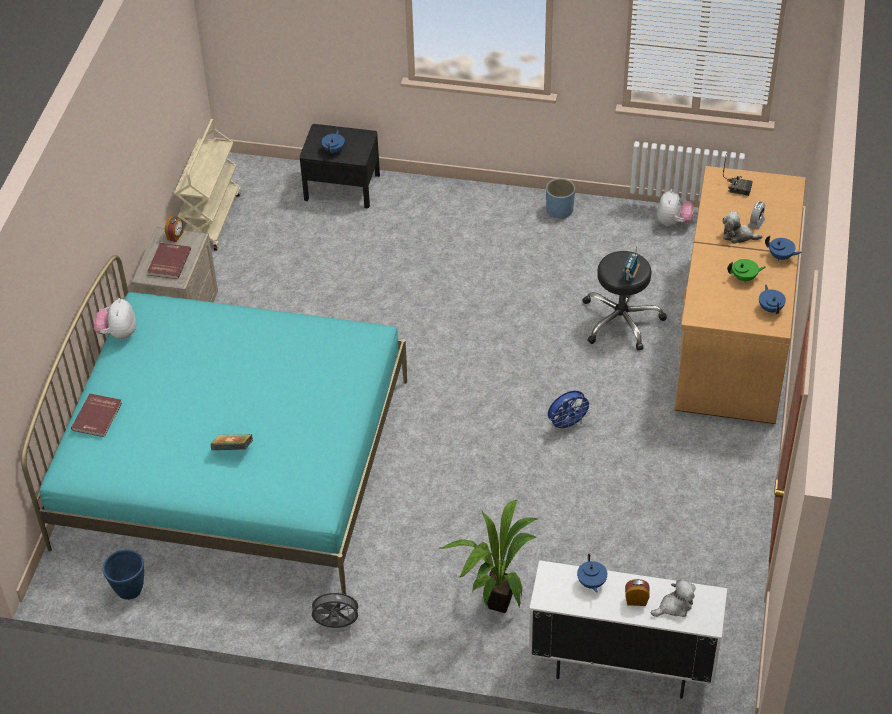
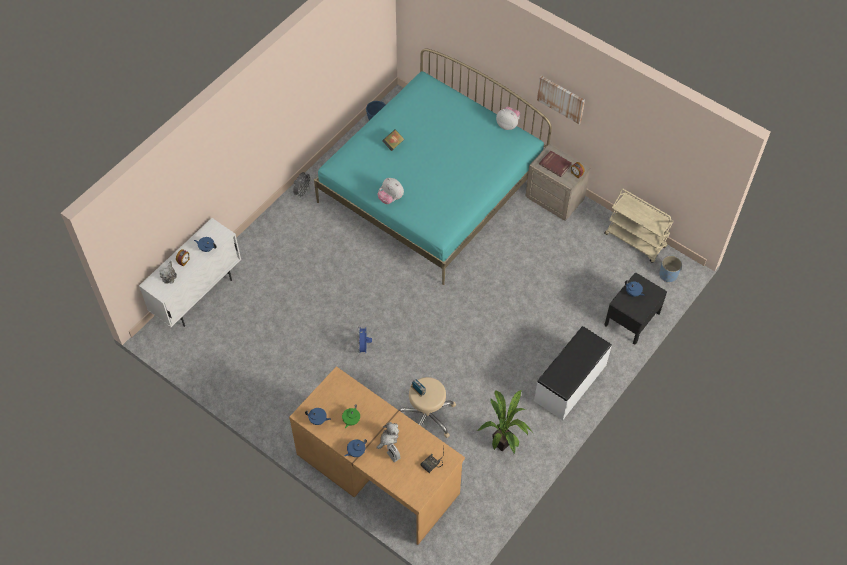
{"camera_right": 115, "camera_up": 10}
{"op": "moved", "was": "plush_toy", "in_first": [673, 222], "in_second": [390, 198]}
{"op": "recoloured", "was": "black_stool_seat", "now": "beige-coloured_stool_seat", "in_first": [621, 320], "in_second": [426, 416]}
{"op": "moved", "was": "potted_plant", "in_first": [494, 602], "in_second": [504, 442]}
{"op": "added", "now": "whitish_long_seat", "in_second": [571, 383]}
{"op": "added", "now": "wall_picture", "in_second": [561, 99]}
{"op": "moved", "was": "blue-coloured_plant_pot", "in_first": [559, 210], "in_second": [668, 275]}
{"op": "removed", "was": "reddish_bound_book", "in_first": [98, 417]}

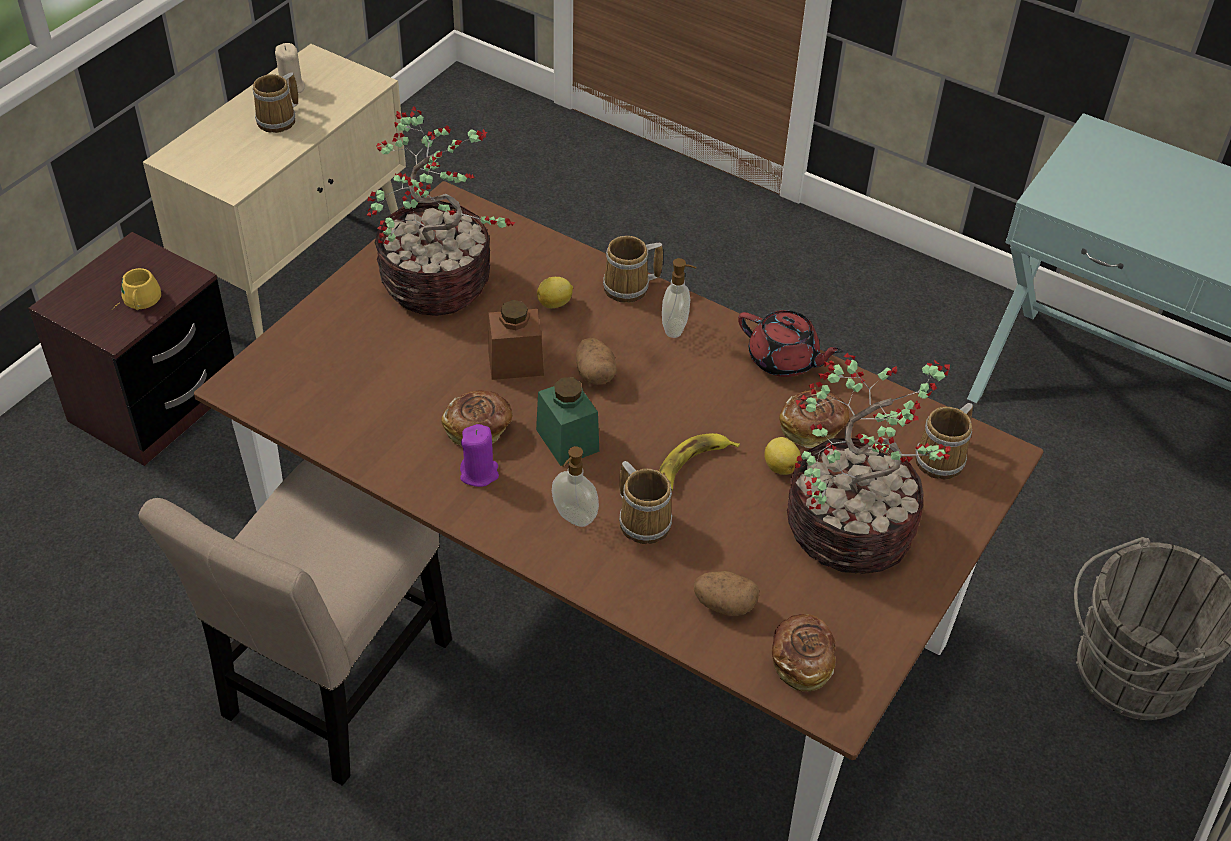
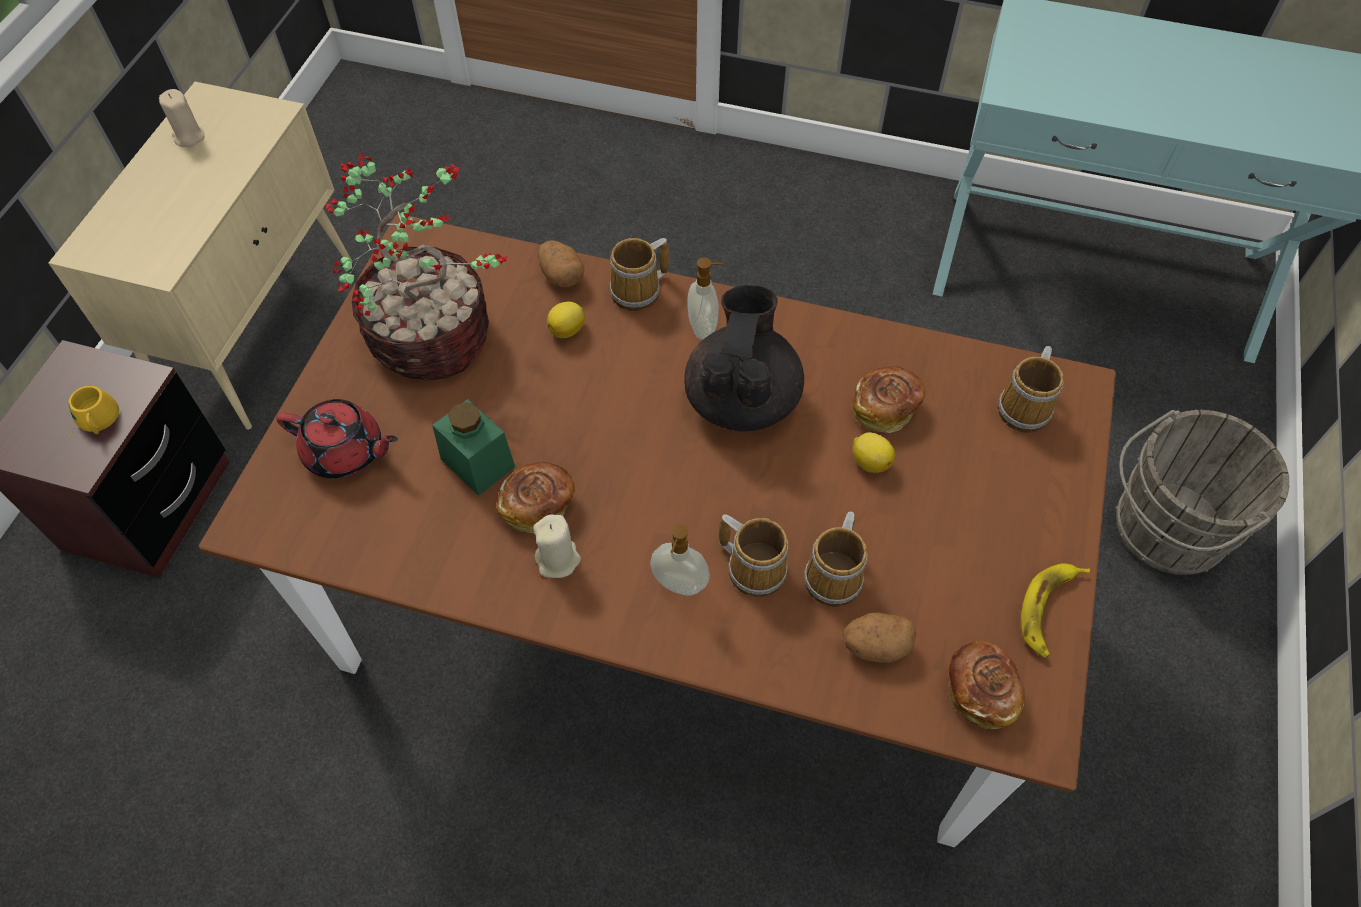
{"camera_right": -15, "camera_up": 10}
{"op": "moved", "was": "reddish_pot_for_tea", "in_first": [784, 360], "in_second": [346, 452]}
{"op": "moved", "was": "green-coloured_preserve_jar", "in_first": [567, 440], "in_second": [478, 463]}
{"op": "recoloured", "was": "purple_candle", "now": "beige-coloured_candle", "in_first": [479, 473], "in_second": [558, 560]}
{"op": "moved", "was": "spud", "in_first": [595, 374], "in_second": [562, 276]}
{"op": "added", "now": "black_pot_for_tea", "in_second": [742, 399]}
{"op": "moved", "was": "coffee_mug", "in_first": [279, 120], "in_second": [836, 577]}
{"op": "moved", "was": "banana", "in_first": [693, 465], "in_second": [1049, 610]}
{"op": "removed", "was": "beige-coloured_upright_chair", "in_first": [332, 689]}
{"op": "removed", "was": "brown_preserve_jar", "in_first": [515, 363]}
{"op": "removed", "was": "potted_plant", "in_first": [852, 529]}

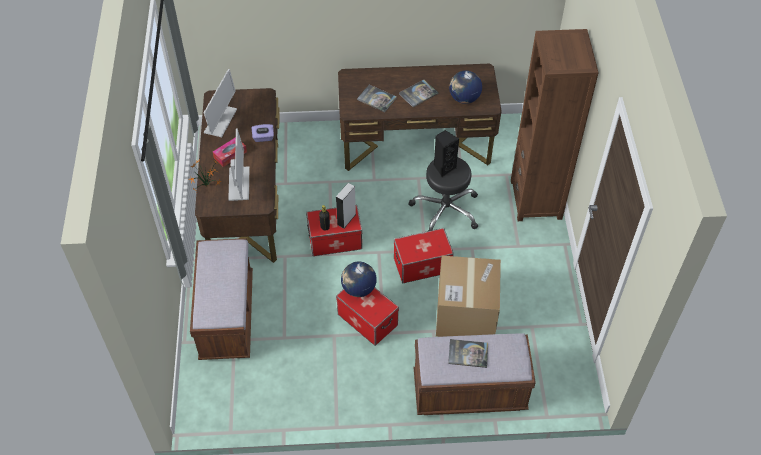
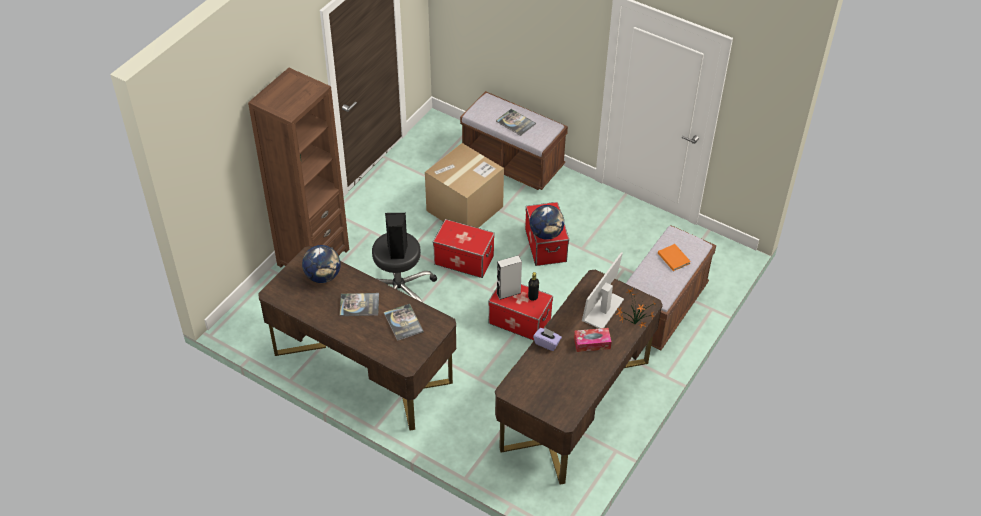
{"camera_right": -145, "camera_up": -5}
{"op": "added", "now": "orangey_bound_book", "in_second": [673, 257]}
{"op": "removed", "was": "computer_screen", "in_first": [220, 121]}

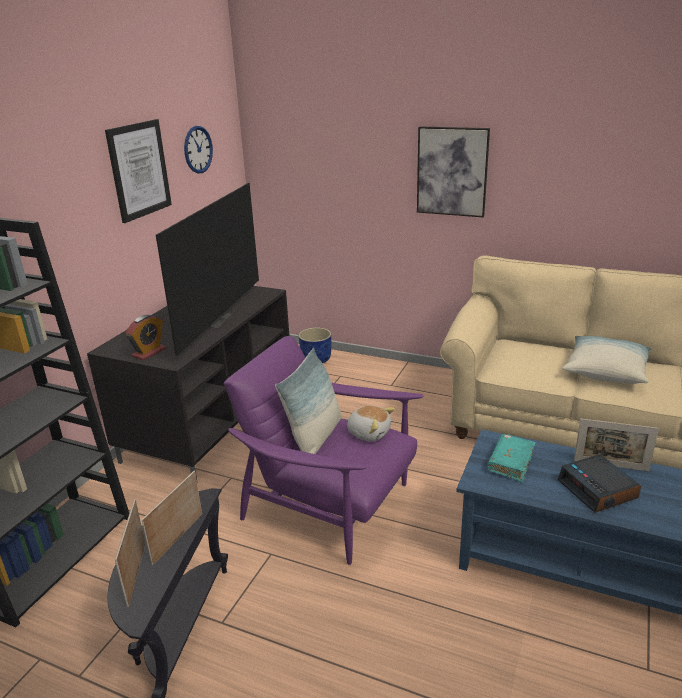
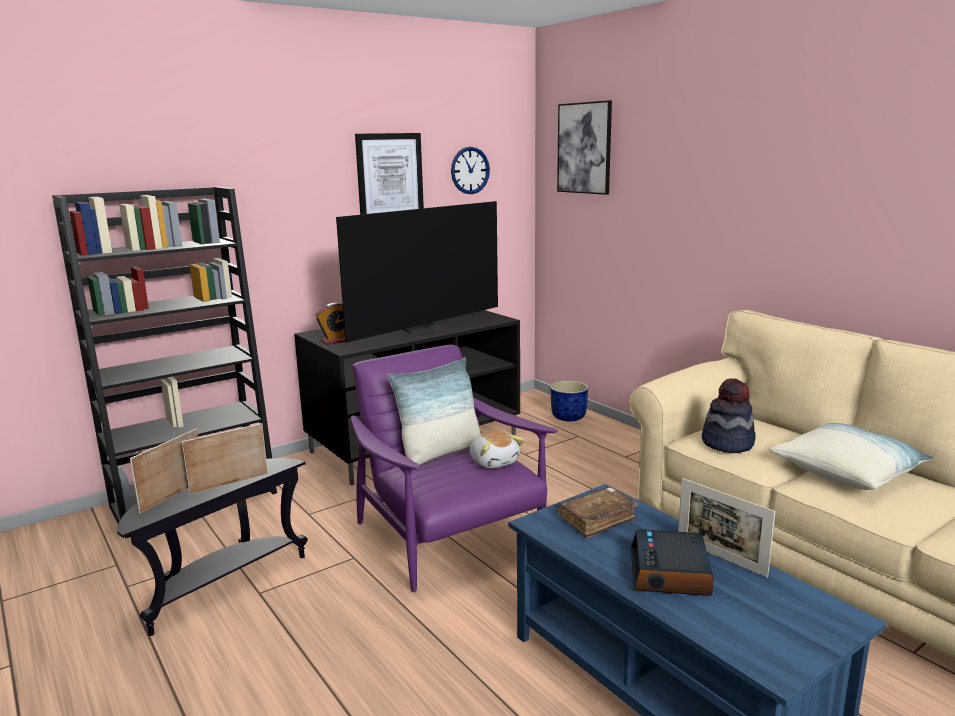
{"camera_right": 30, "camera_up": -10}
{"op": "moved", "was": "wall_picture", "in_first": [452, 171], "in_second": [584, 148]}
{"op": "recoloured", "was": "turquoise_bound_book", "now": "brown_bound_book", "in_first": [510, 463], "in_second": [597, 519]}
{"op": "added", "now": "clothing_hat", "in_second": [727, 443]}

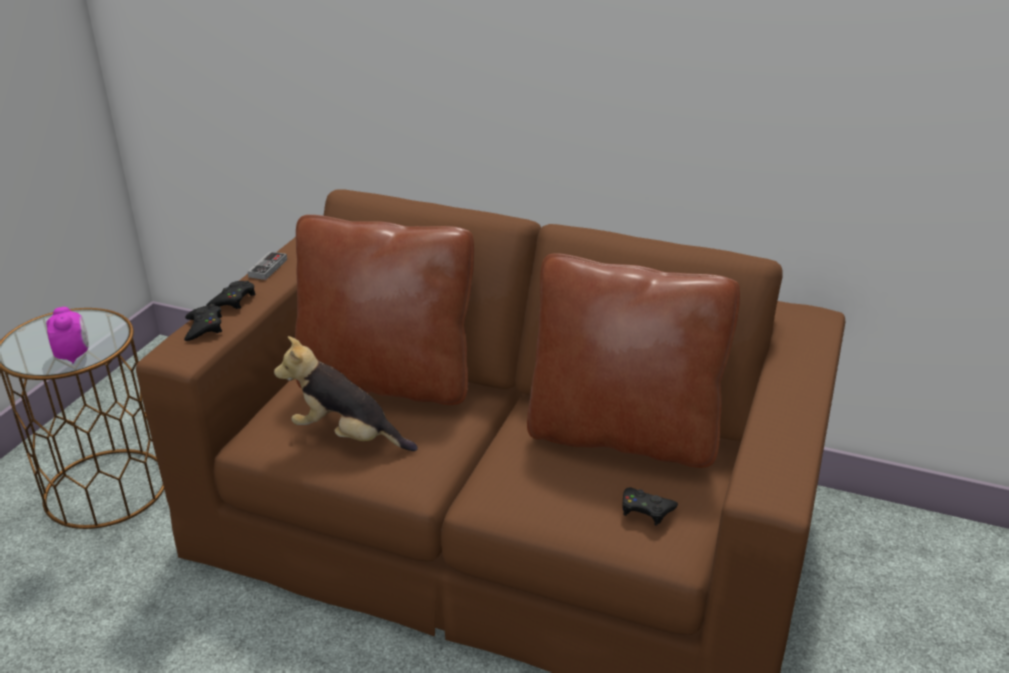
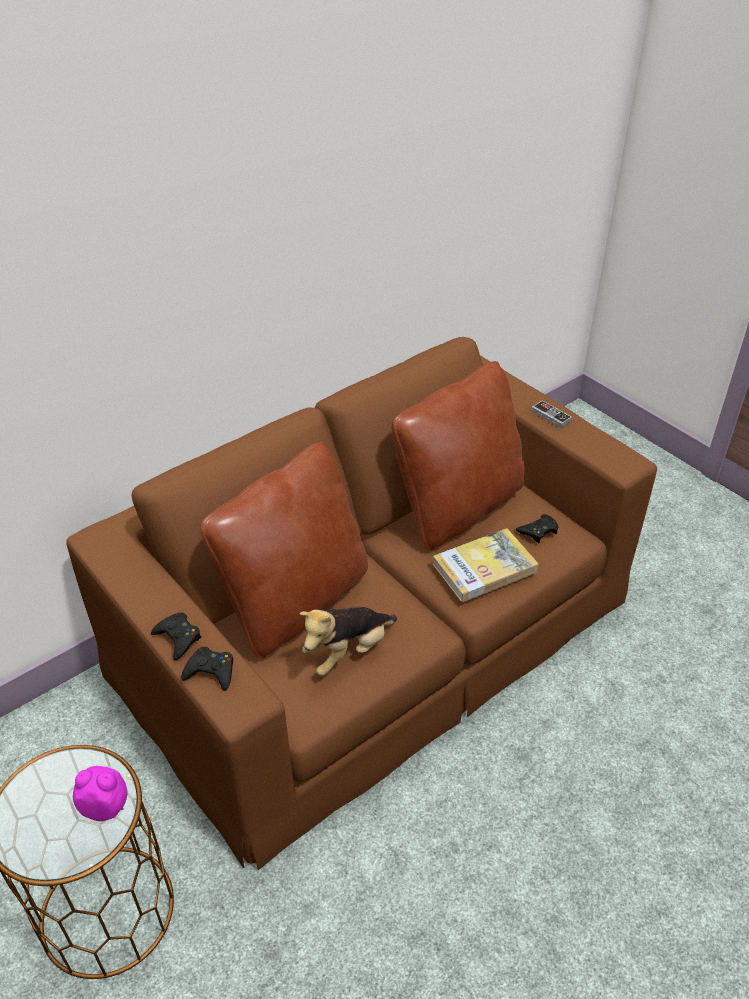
{"camera_right": -60, "camera_up": 10}
{"op": "added", "now": "bound_book", "in_second": [484, 568]}
{"op": "moved", "was": "game_controller", "in_first": [268, 268], "in_second": [551, 416]}

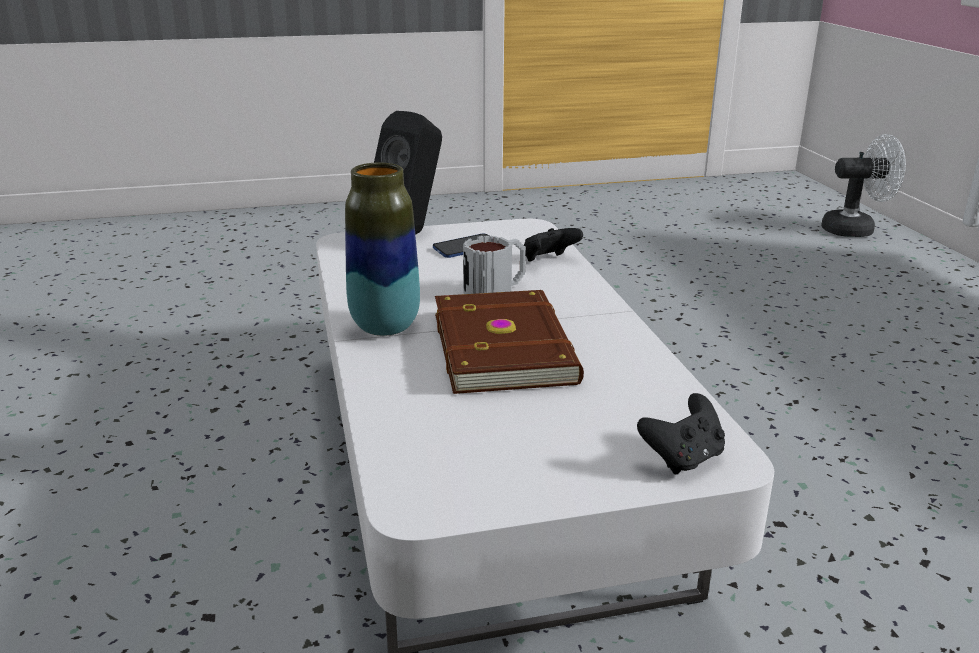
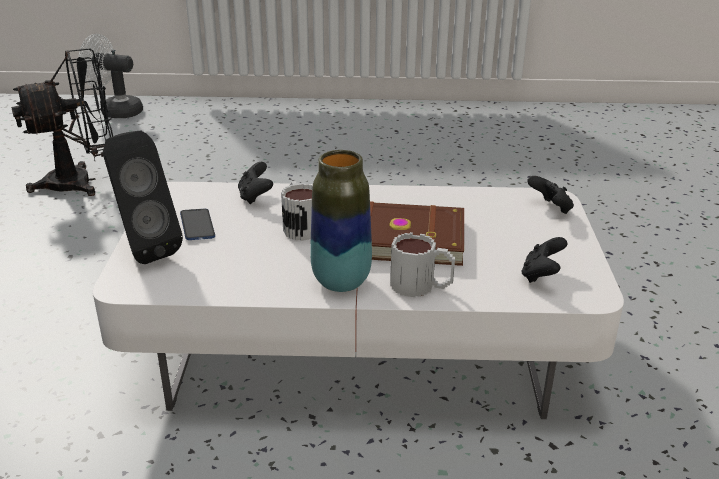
{"camera_right": -75, "camera_up": 5}
{"op": "added", "now": "black_electric_fan", "in_second": [82, 182]}
{"op": "turned", "was": "whitish_electric_fan", "in_first": [855, 230], "in_second": [116, 111], "clockwise": -90}
{"op": "added", "now": "coffee_mug", "in_second": [421, 286]}
{"op": "added", "now": "black_game_controller", "in_second": [541, 275]}

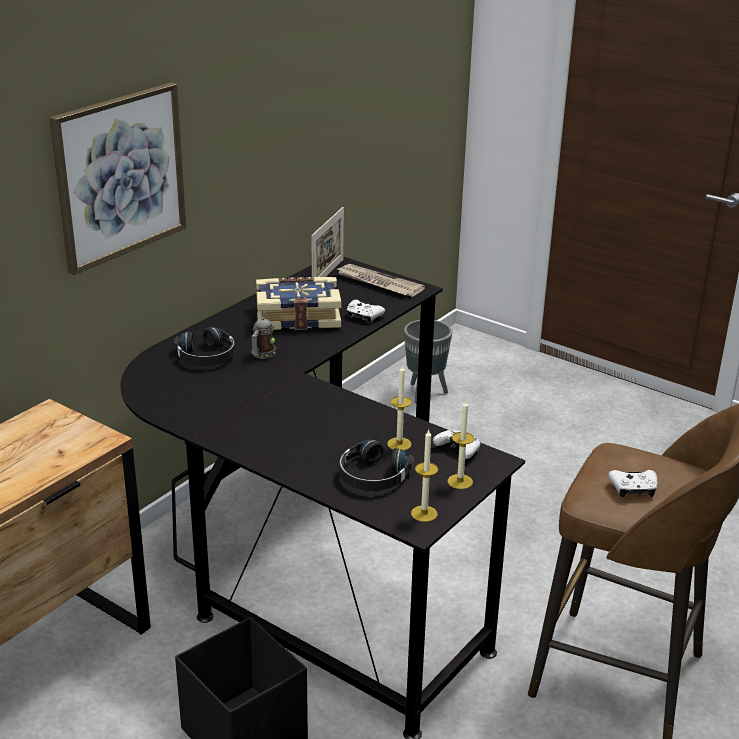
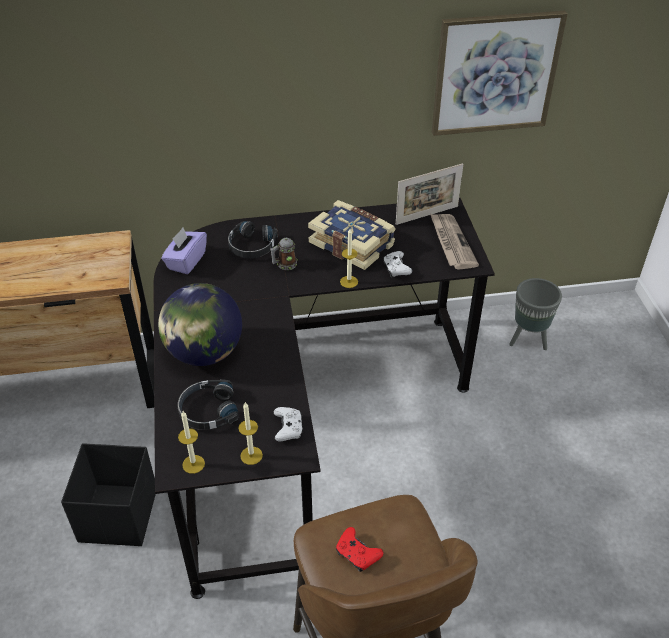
{"camera_right": 45, "camera_up": 15}
{"op": "added", "now": "world_globe", "in_second": [204, 353]}
{"op": "added", "now": "purple_box_of_tissues", "in_second": [186, 261]}
{"op": "recoloured", "was": "whitish_game_controller", "now": "reddish_game_controller", "in_first": [633, 489], "in_second": [357, 554]}
{"op": "moved", "was": "candle", "in_first": [399, 444], "in_second": [349, 282]}
{"op": "moved", "was": "wall_picture", "in_first": [120, 176], "in_second": [495, 73]}

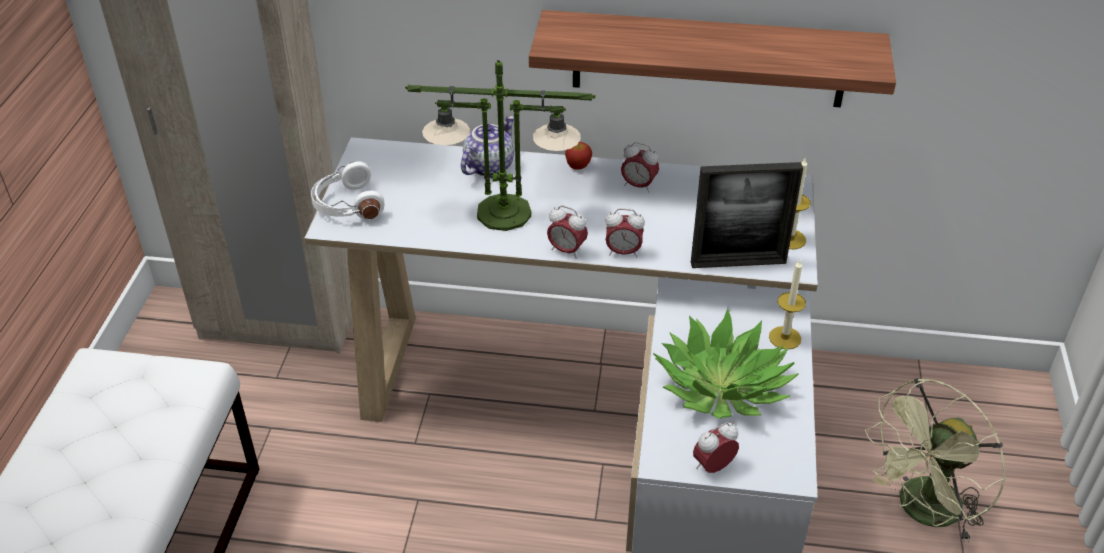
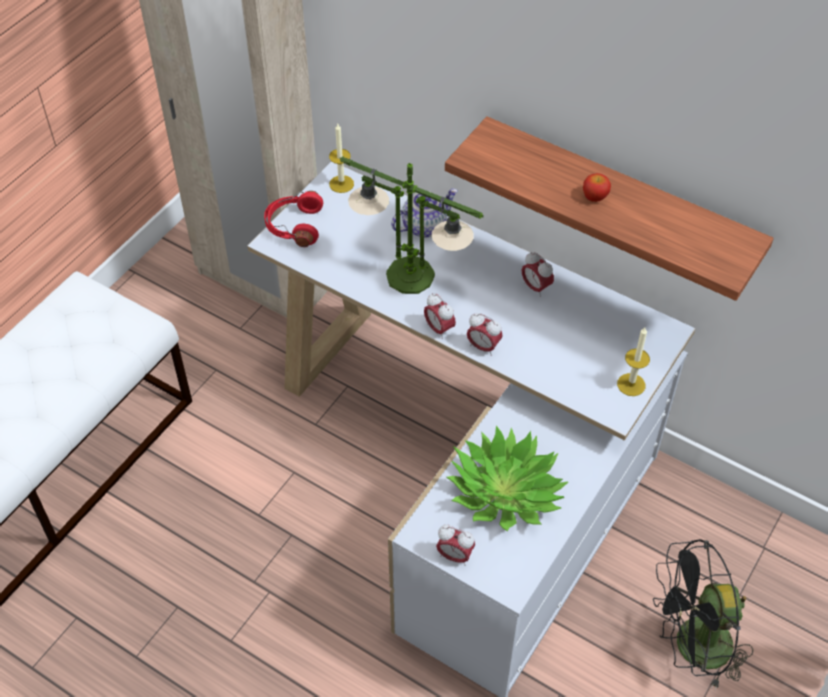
{"camera_right": 25, "camera_up": 10}
{"op": "recoloured", "was": "whitish_headset", "now": "reddish_headset", "in_first": [347, 205], "in_second": [294, 226]}
{"op": "moved", "was": "candle", "in_first": [785, 338], "in_second": [341, 184]}
{"op": "turned", "was": "bedside_clock", "in_first": [713, 466], "in_second": [454, 556], "clockwise": -150}
{"op": "moved", "was": "apple", "in_first": [578, 166], "in_second": [595, 197]}
{"op": "recoloured", "was": "green-coloured_electric_fan", "now": "black_electric_fan", "in_first": [922, 512], "in_second": [692, 648]}
{"op": "removed", "was": "standing_frame", "in_first": [738, 262]}

